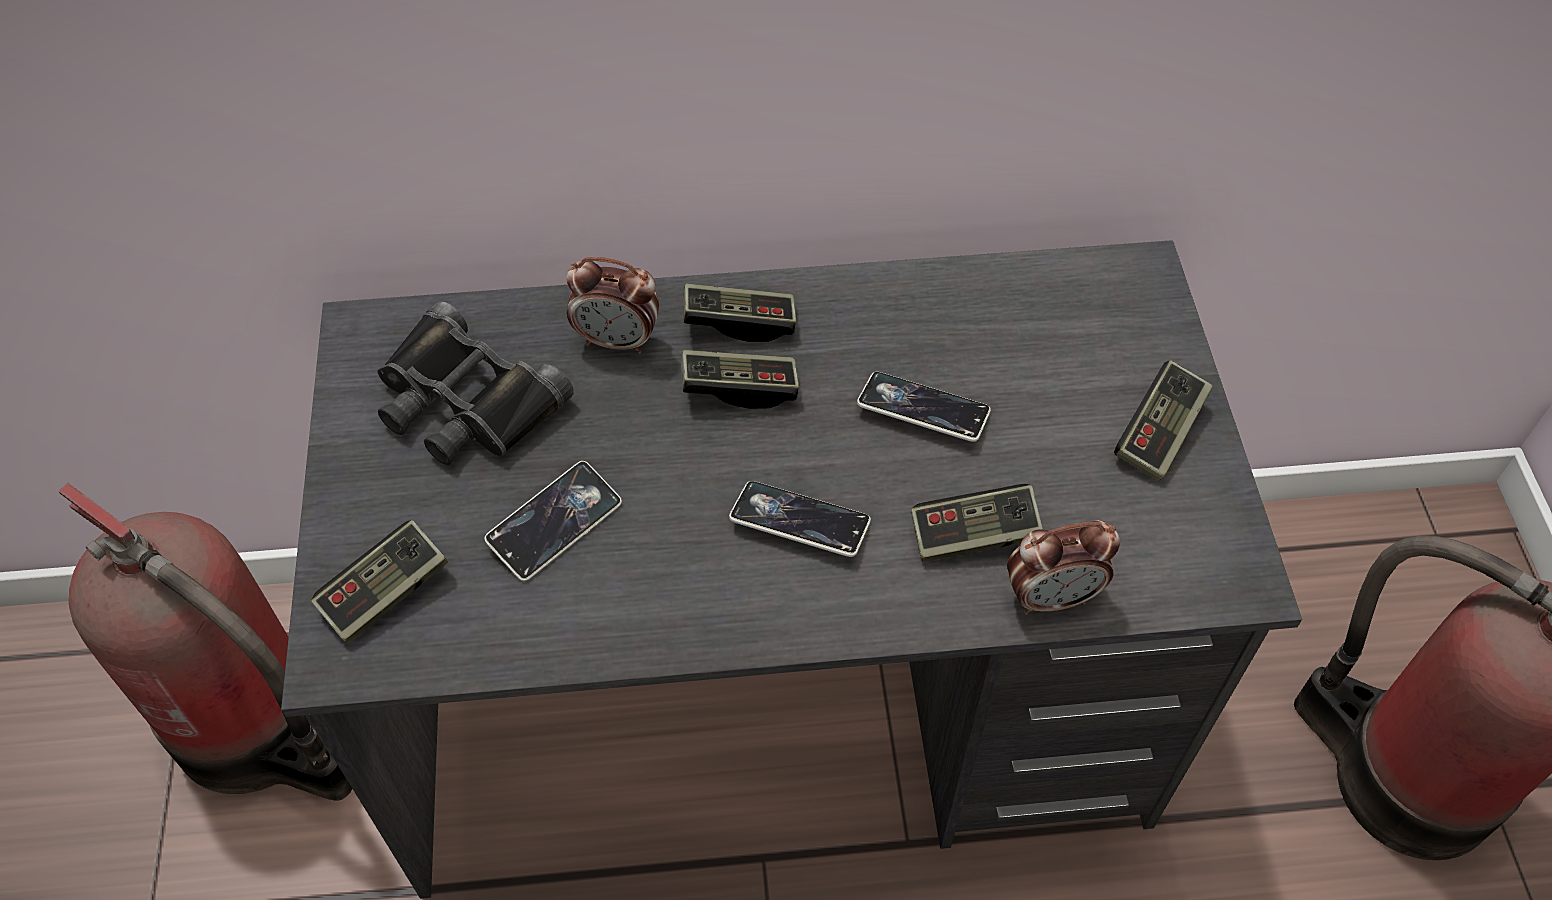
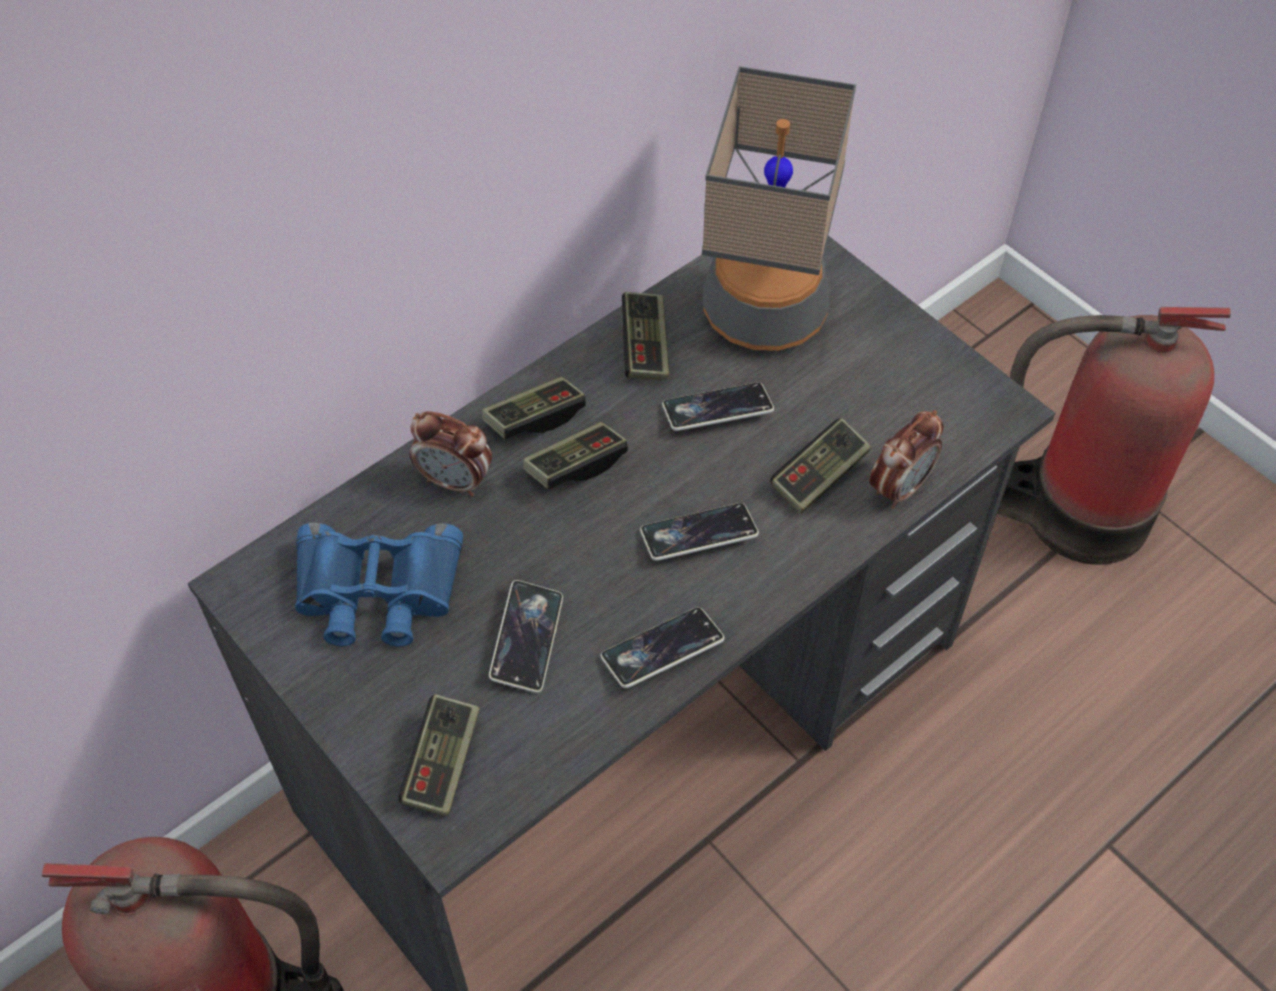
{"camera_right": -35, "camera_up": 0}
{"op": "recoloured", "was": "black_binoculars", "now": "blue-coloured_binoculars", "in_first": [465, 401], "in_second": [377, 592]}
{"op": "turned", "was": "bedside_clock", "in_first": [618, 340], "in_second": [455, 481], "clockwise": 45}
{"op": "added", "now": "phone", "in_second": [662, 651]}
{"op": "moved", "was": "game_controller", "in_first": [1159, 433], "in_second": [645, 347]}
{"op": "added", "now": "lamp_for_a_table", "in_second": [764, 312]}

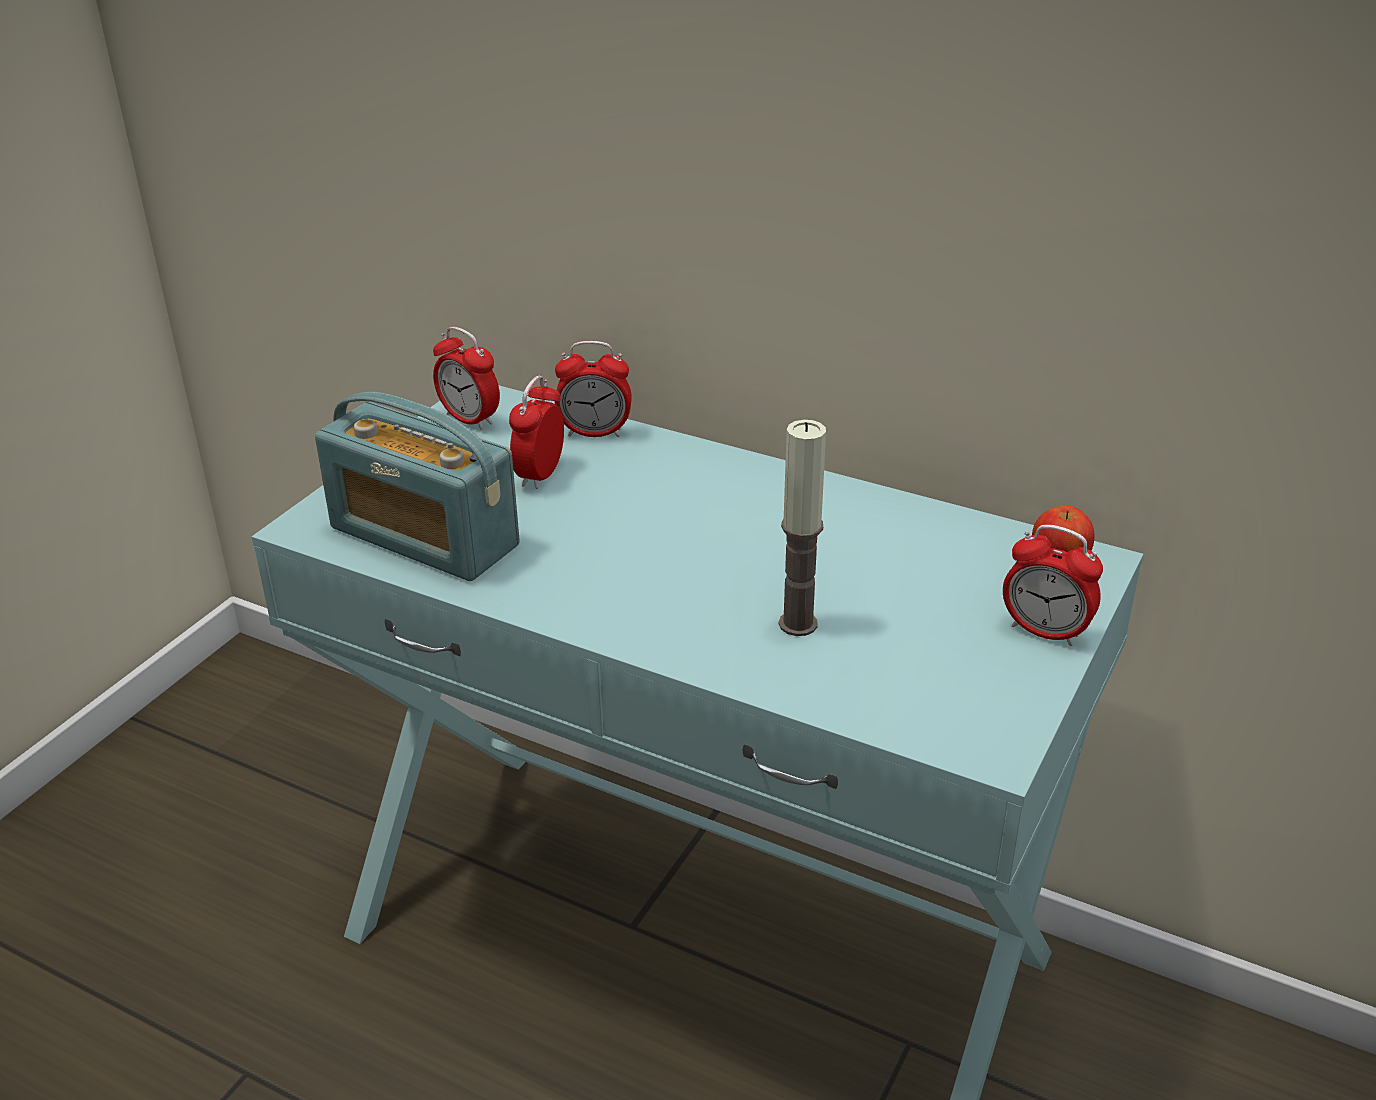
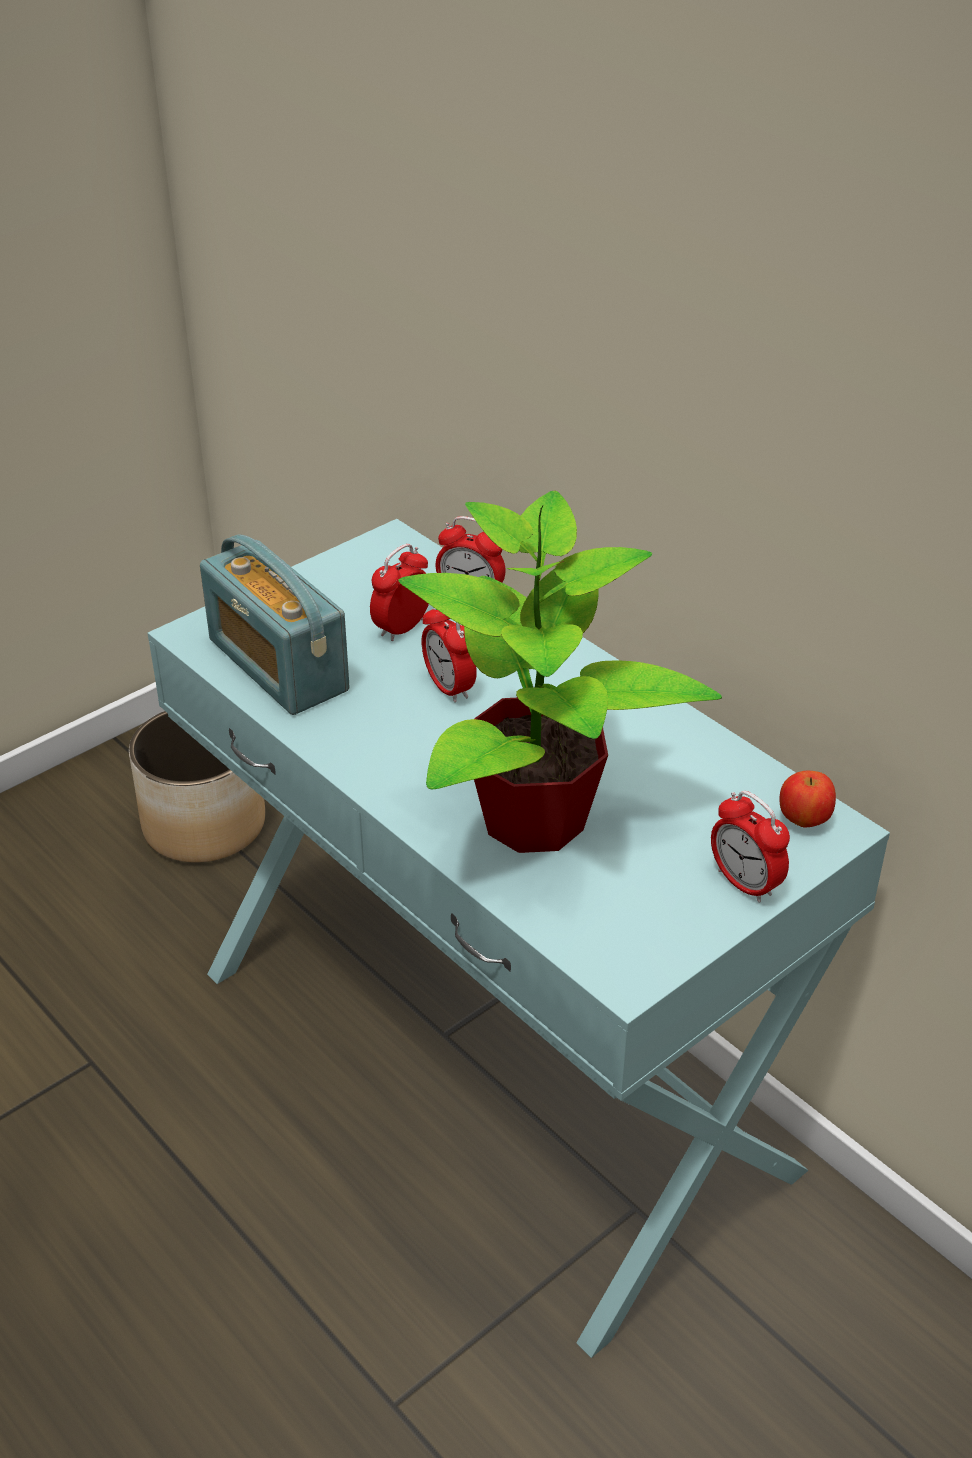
{"camera_right": 20, "camera_up": 5}
{"op": "added", "now": "plant_pot", "in_second": [205, 823]}
{"op": "replaced", "was": "candle", "now": "potted_plant", "in_first": [798, 624], "in_second": [535, 821]}
{"op": "moved", "was": "bedside_clock", "in_first": [470, 419], "in_second": [449, 687]}

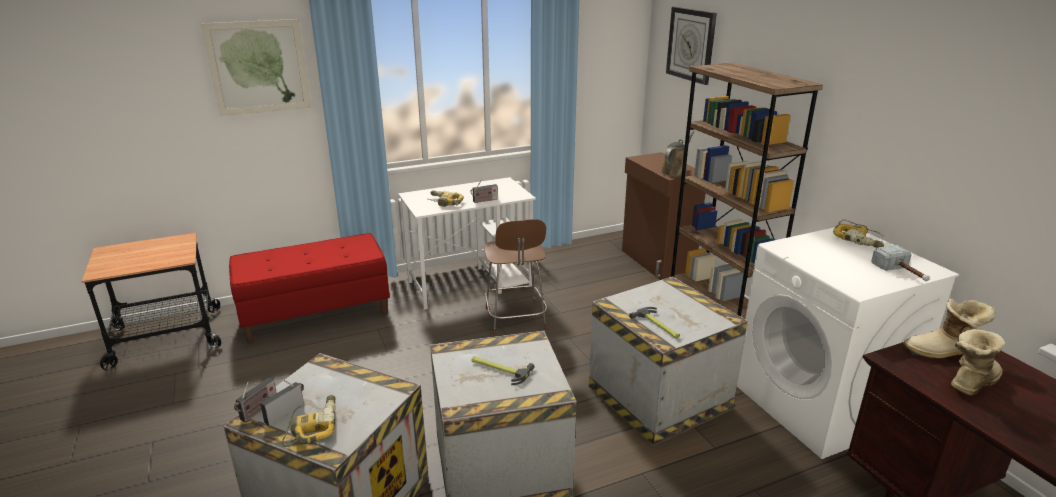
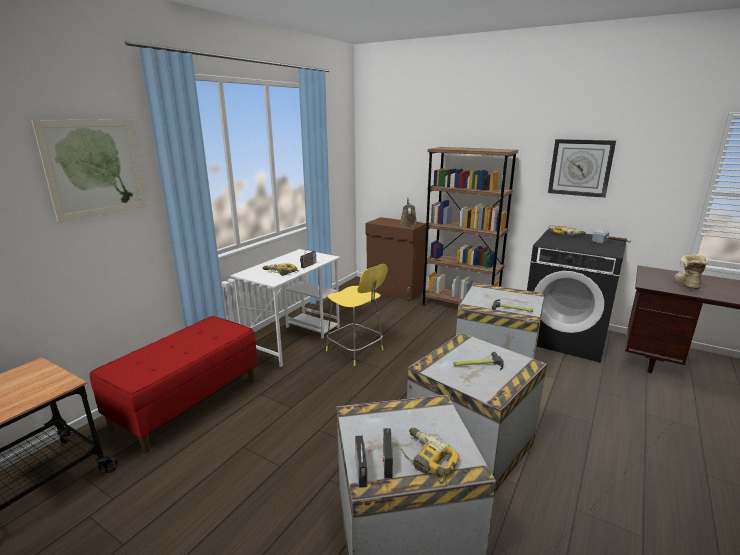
{"camera_right": -35, "camera_up": -5}
{"op": "recoloured", "was": "brown_stool_seat", "now": "yellow-coloured_stool_seat", "in_first": [515, 320], "in_second": [356, 351]}
{"op": "recoloured", "was": "whitish_washing_machine", "now": "black_washing_machine", "in_first": [819, 405], "in_second": [565, 337]}
{"op": "moved", "was": "hanging_clock", "in_first": [691, 44], "in_second": [580, 167]}
{"op": "removed", "was": "high-top_boot", "in_first": [943, 352]}

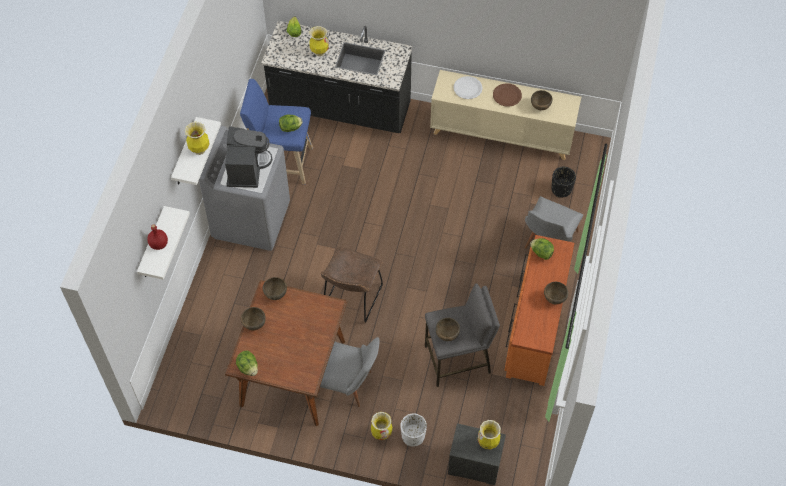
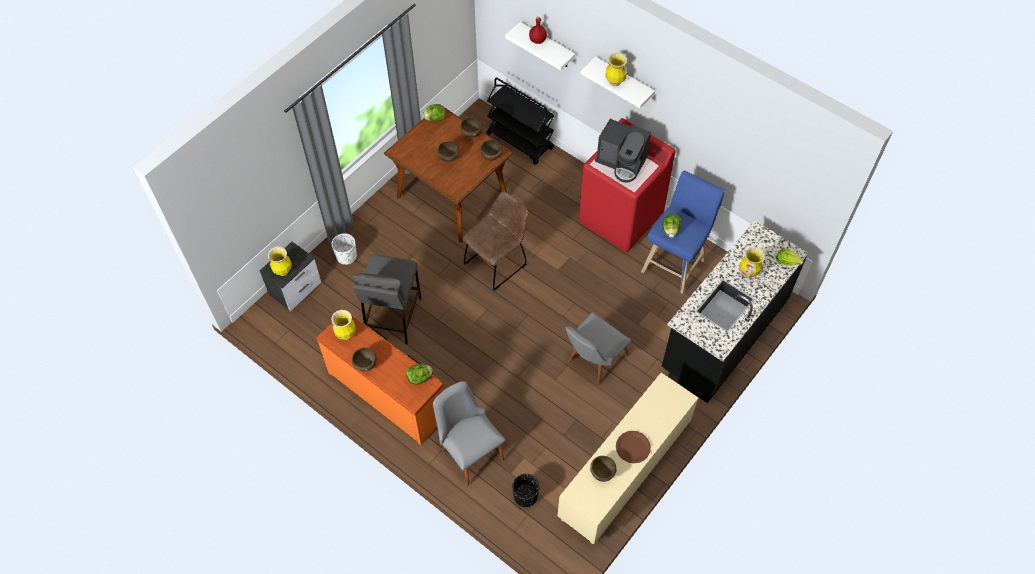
{"camera_right": 115, "camera_up": 0}
{"op": "moved", "was": "flower_vase", "in_first": [381, 433], "in_second": [346, 335]}
{"op": "moved", "was": "brown_serving_bowl", "in_first": [447, 335], "in_second": [448, 158]}
{"op": "turned", "was": "brown_upright_chair", "in_first": [351, 299], "in_second": [497, 262], "clockwise": 90}
{"op": "added", "now": "black_cart", "in_second": [520, 141]}
{"op": "moved", "was": "greyish_upright_chair", "in_first": [349, 385], "in_second": [592, 361]}
{"op": "recoloured", "was": "greyish_washing_machine", "now": "reddish_washing_machine", "in_first": [251, 219], "in_second": [621, 219]}
{"op": "removed", "was": "whitish_dinner_plate", "in_first": [467, 88]}

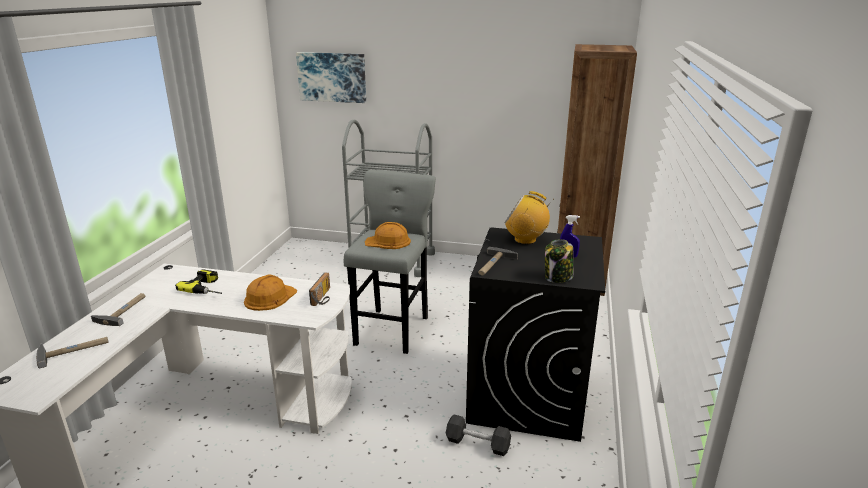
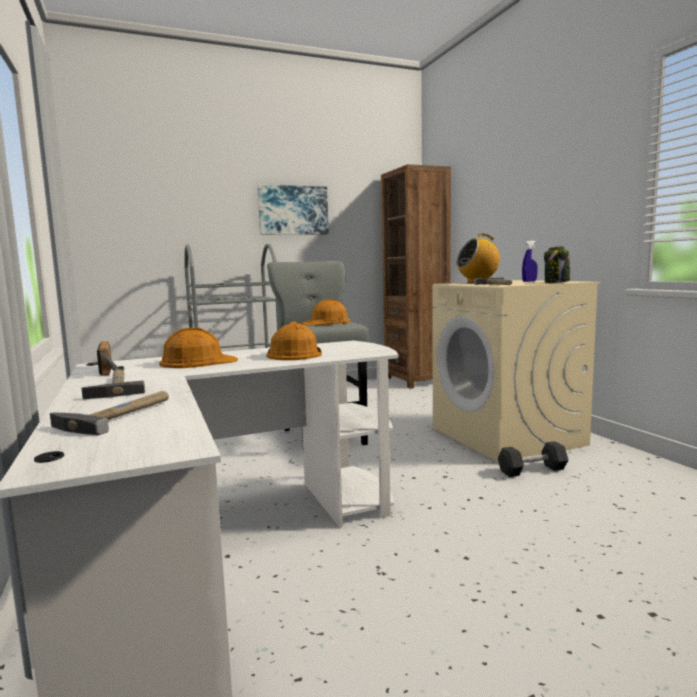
{"camera_right": -35, "camera_up": -15}
{"op": "moved", "was": "radio_receiver", "in_first": [323, 297], "in_second": [112, 370]}
{"op": "replaced", "was": "drill", "now": "orangey_safety_helmet", "in_first": [208, 287], "in_second": [198, 361]}
{"op": "moved", "was": "wall_picture", "in_first": [332, 77], "in_second": [293, 210]}
{"op": "recoloured", "was": "black_washing_machine", "now": "beige-coloured_washing_machine", "in_first": [528, 395], "in_second": [507, 436]}

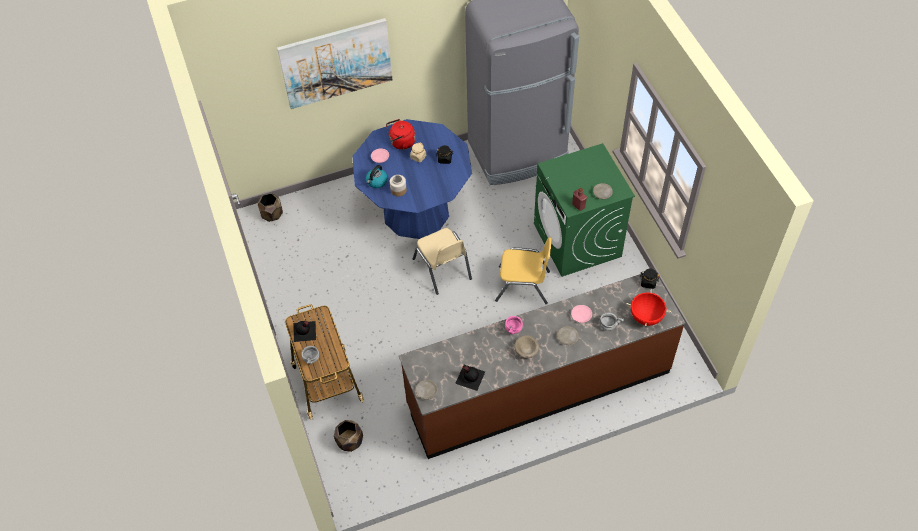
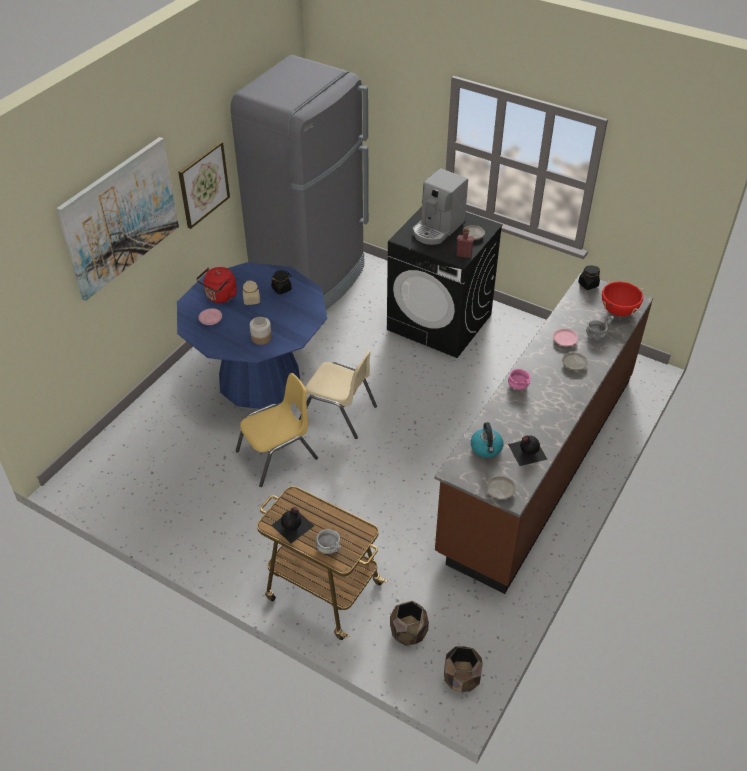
{"camera_right": -40, "camera_up": -10}
{"op": "added", "now": "wall_picture", "in_second": [203, 184]}
{"op": "moved", "was": "yellow-coloured_upright_chair", "in_first": [523, 286], "in_second": [277, 456]}
{"op": "recoloured", "was": "green-coloured_washing_machine", "now": "black_washing_machine", "in_first": [577, 240], "in_second": [440, 322]}
{"op": "added", "now": "coffee_maker", "in_second": [437, 228]}
{"op": "moved", "was": "brown_plant_pot", "in_first": [272, 215], "in_second": [462, 679]}
{"op": "moved", "was": "tea_kettle", "in_first": [376, 181], "in_second": [486, 448]}
{"op": "removed", "was": "beige-coloured_serving_bowl", "in_first": [526, 351]}

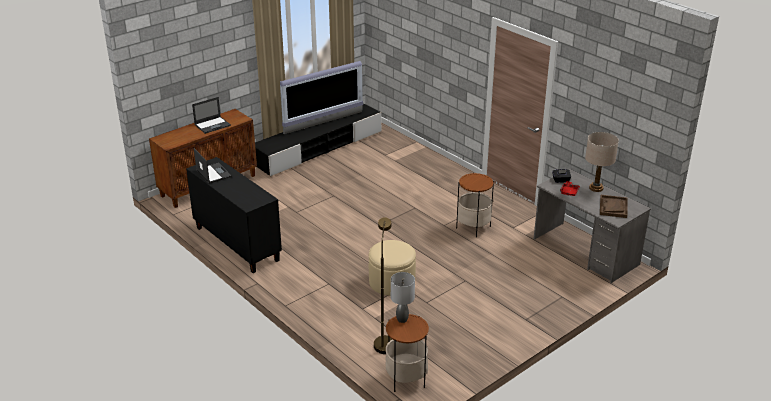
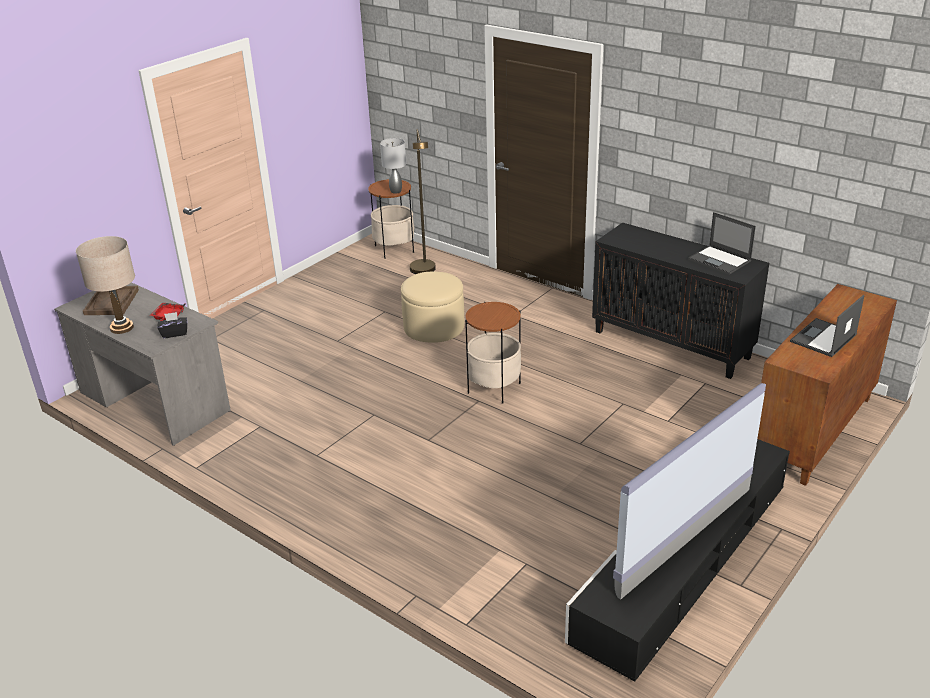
{"camera_right": 170, "camera_up": 0}
{"op": "moved", "was": "accent_table", "in_first": [473, 227], "in_second": [494, 388]}

